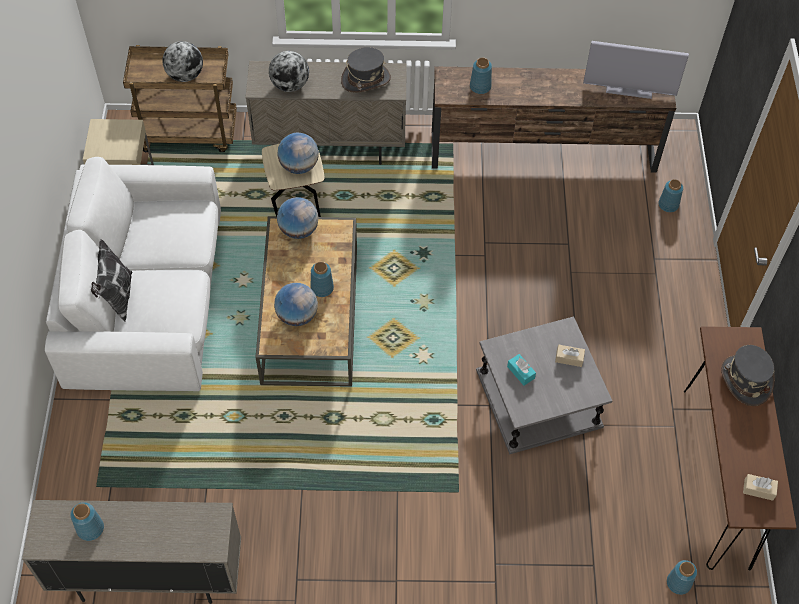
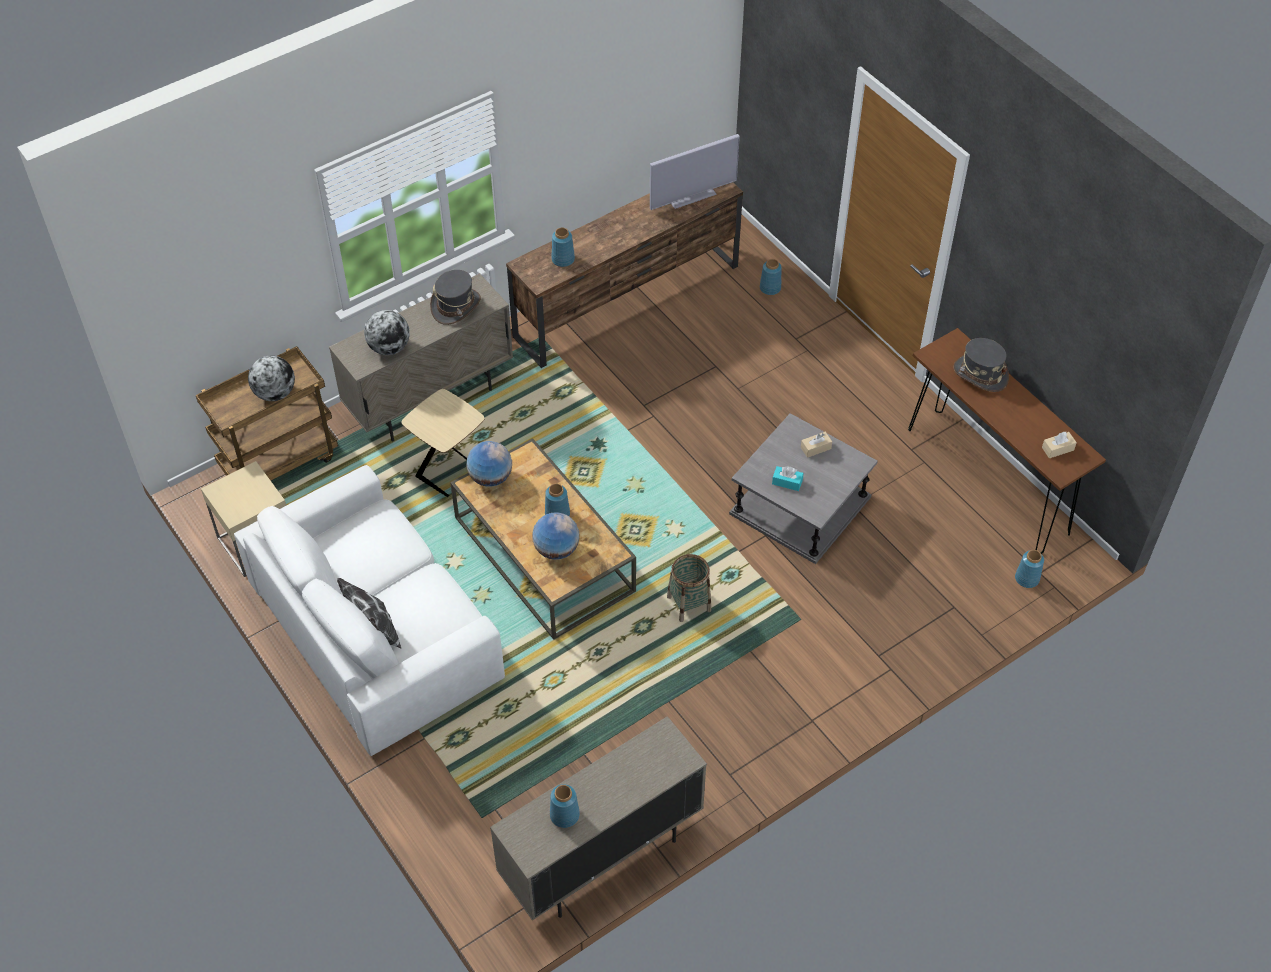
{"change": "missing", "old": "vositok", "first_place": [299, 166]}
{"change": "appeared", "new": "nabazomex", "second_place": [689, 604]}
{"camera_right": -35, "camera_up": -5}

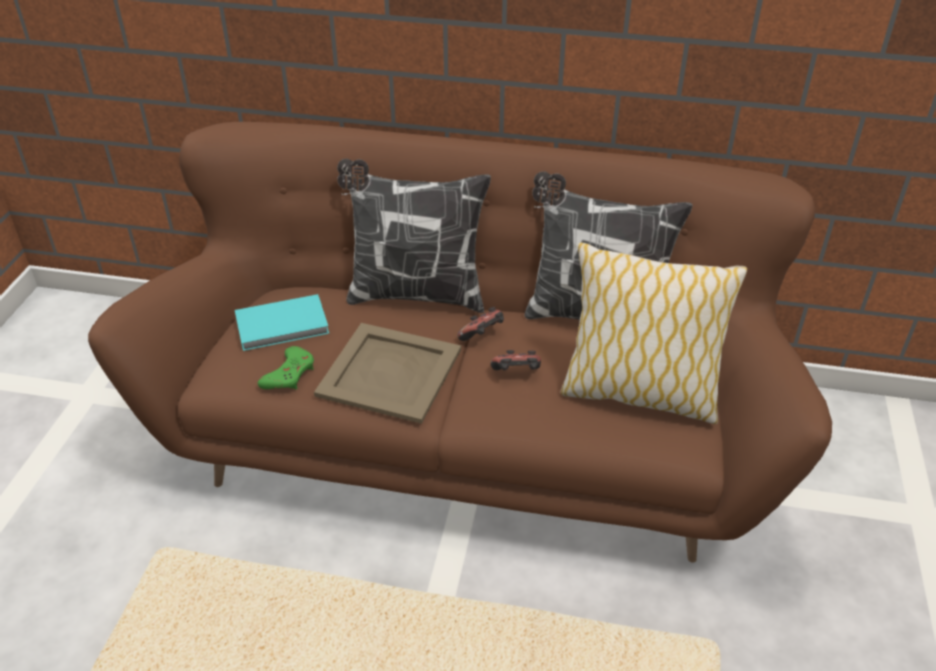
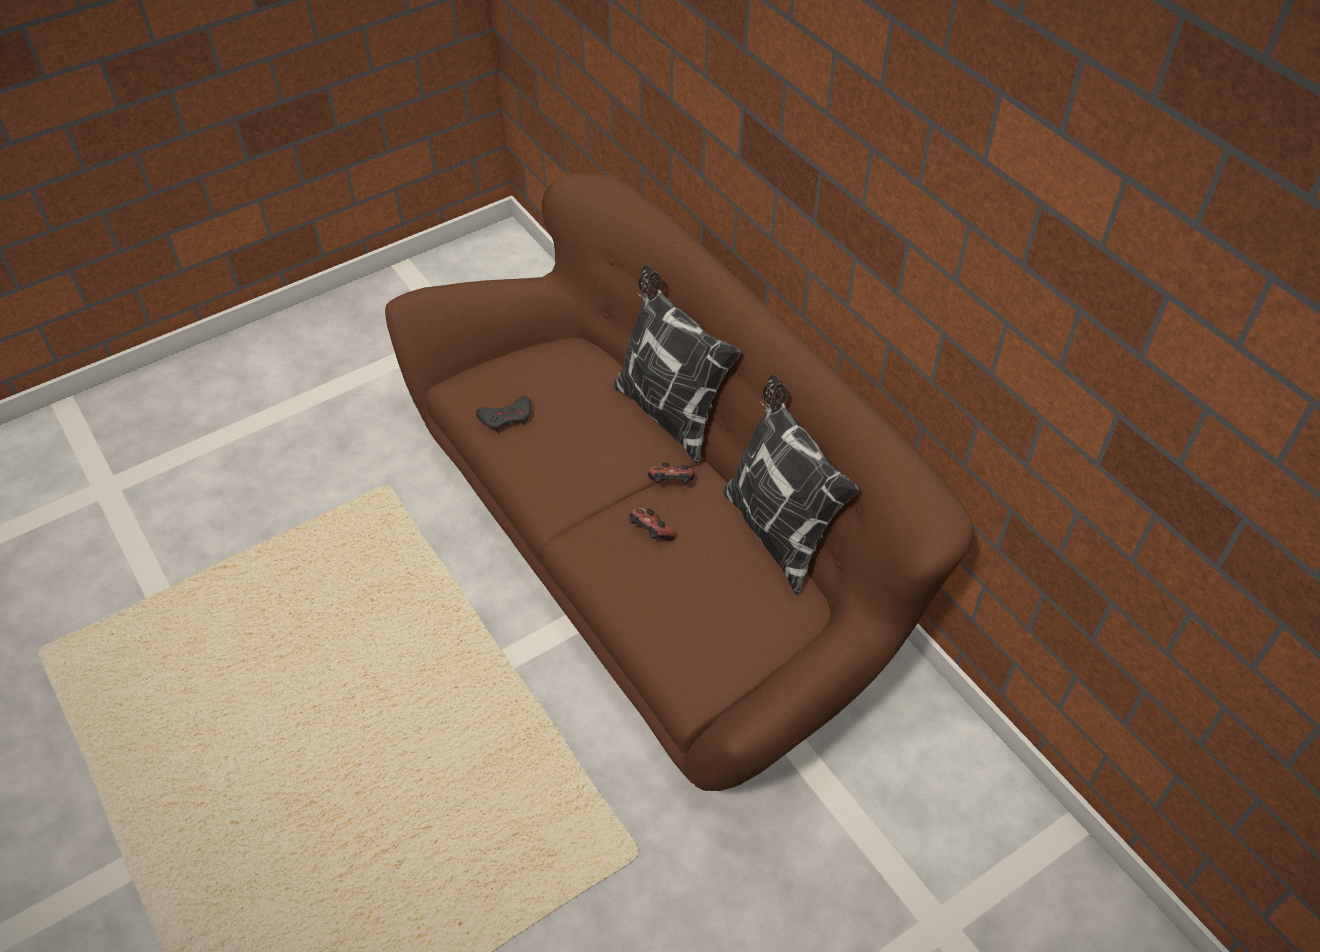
{"change": "missing", "old": "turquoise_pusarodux", "first_place": [283, 326]}
{"change": "missing", "old": "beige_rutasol", "first_place": [390, 373]}
{"change": "missing", "old": "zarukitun", "first_place": [638, 394]}
{"change": "colour", "old": "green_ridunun", "new": "grey_ridunun", "first_place": [289, 374], "second_place": [506, 418]}
{"camera_right": 45, "camera_up": 10}

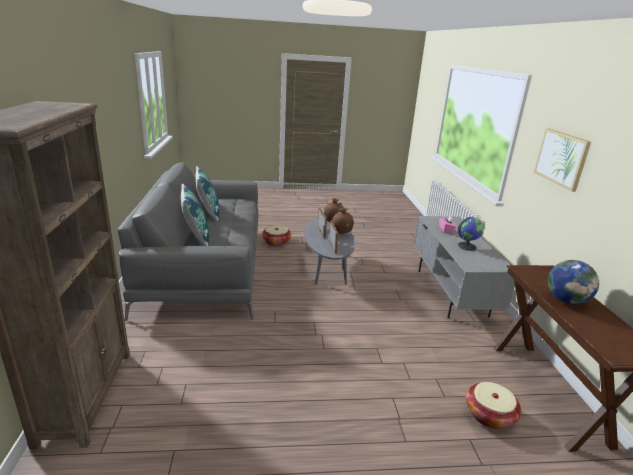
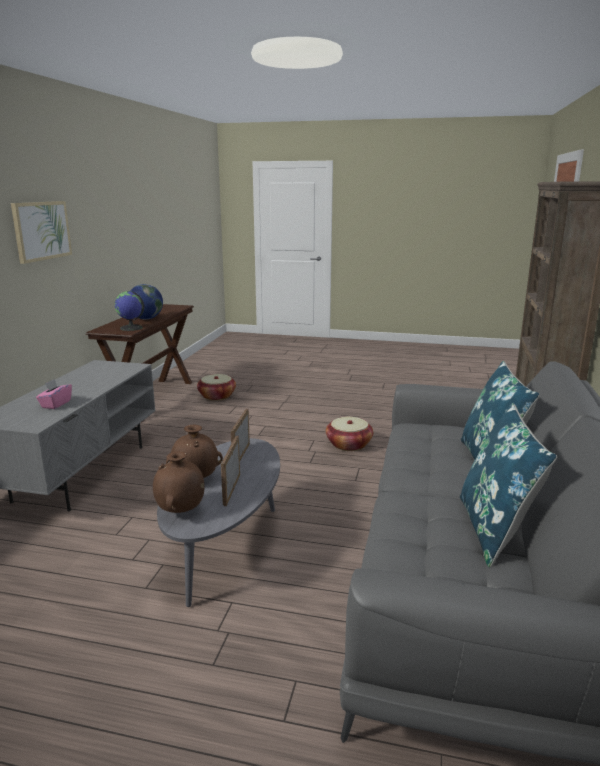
{"change": "relocated", "old": "nabazomex", "first_place": [276, 242], "second_place": [348, 444]}
{"change": "relocated", "old": "vositok", "first_place": [466, 246], "second_place": [131, 328]}
{"camera_right": -160, "camera_up": -5}

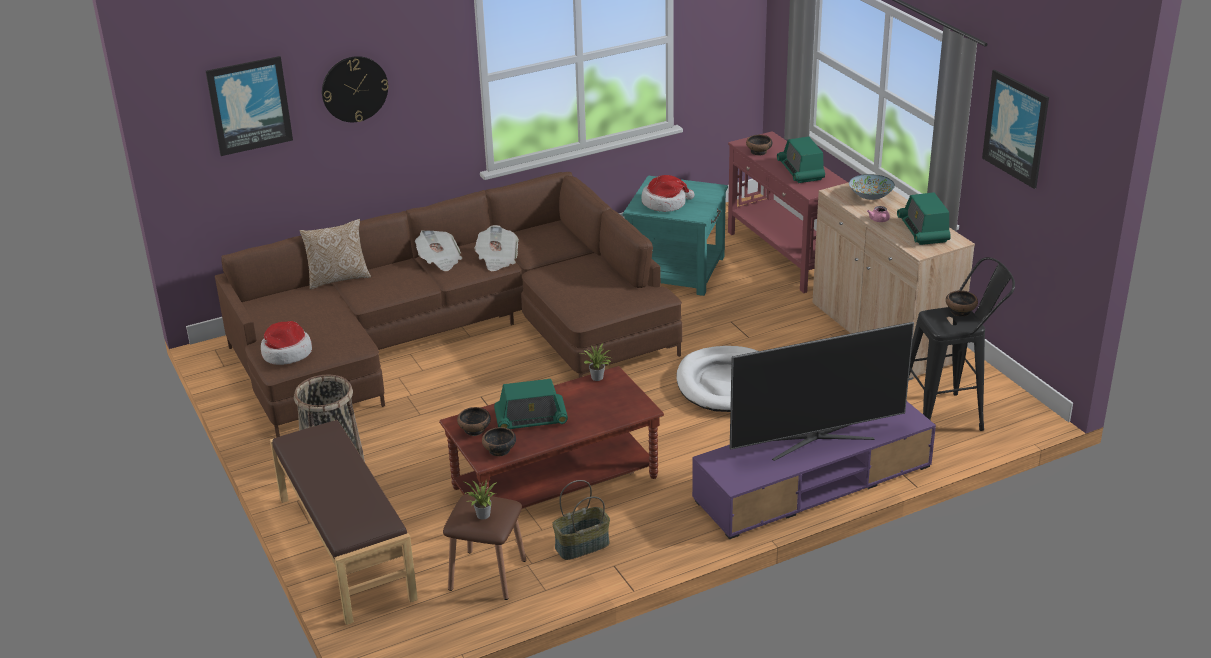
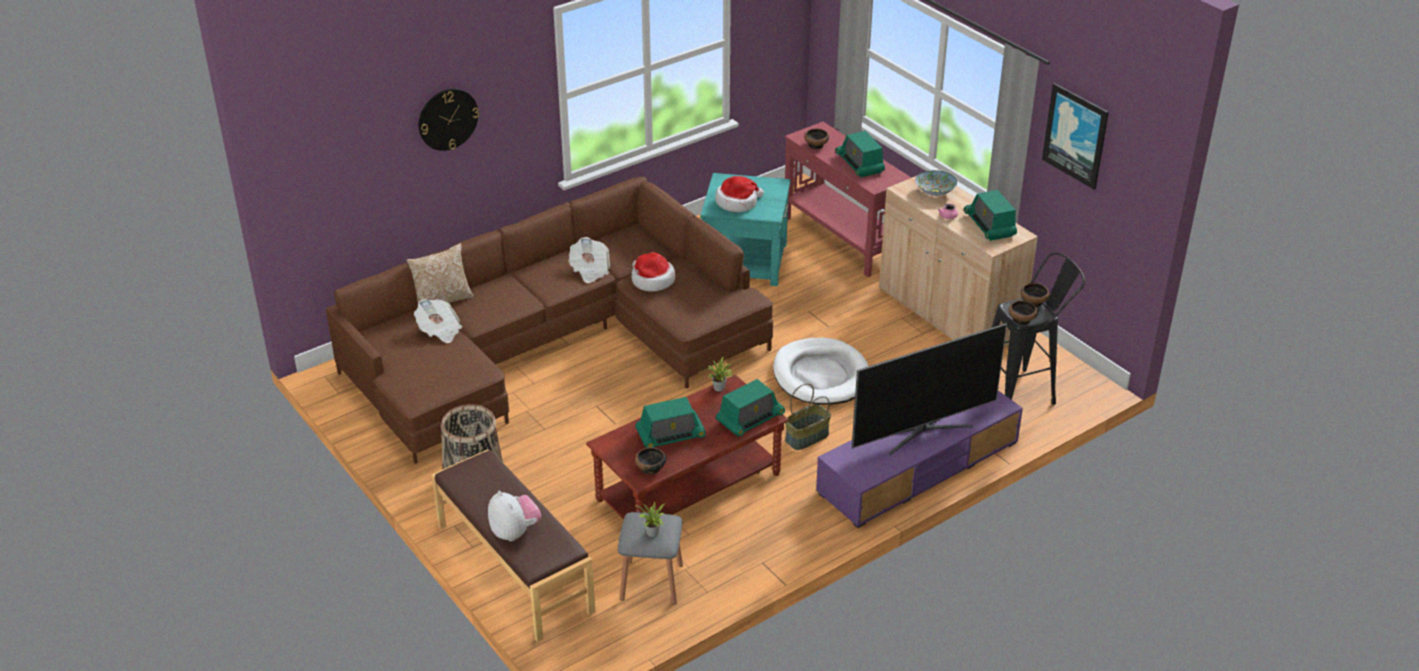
{"change": "missing", "old": "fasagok", "first_place": [249, 105]}
{"change": "appeared", "new": "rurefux", "second_place": [515, 532]}
{"change": "appeared", "new": "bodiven", "second_place": [750, 419]}
{"change": "relocated", "old": "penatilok", "first_place": [286, 353], "second_place": [652, 280]}
{"change": "relocated", "old": "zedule", "first_place": [439, 260], "second_place": [439, 330]}
{"change": "relocated", "old": "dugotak", "first_place": [475, 429], "second_place": [1022, 319]}
{"change": "relocated", "old": "nabazomex", "first_place": [582, 546], "second_place": [807, 438]}
{"change": "colour", "old": "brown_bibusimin", "new": "grey_bibusimin", "first_place": [487, 574], "second_place": [651, 582]}
{"camera_right": -10, "camera_up": 5}

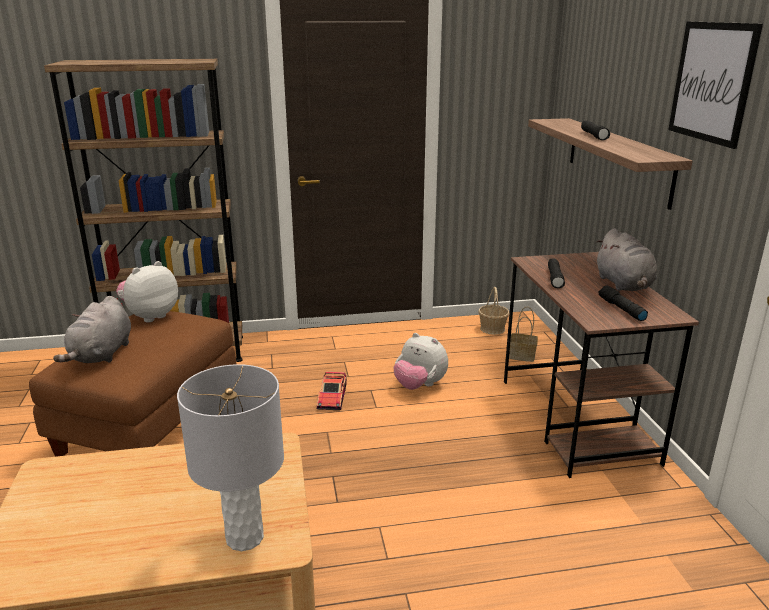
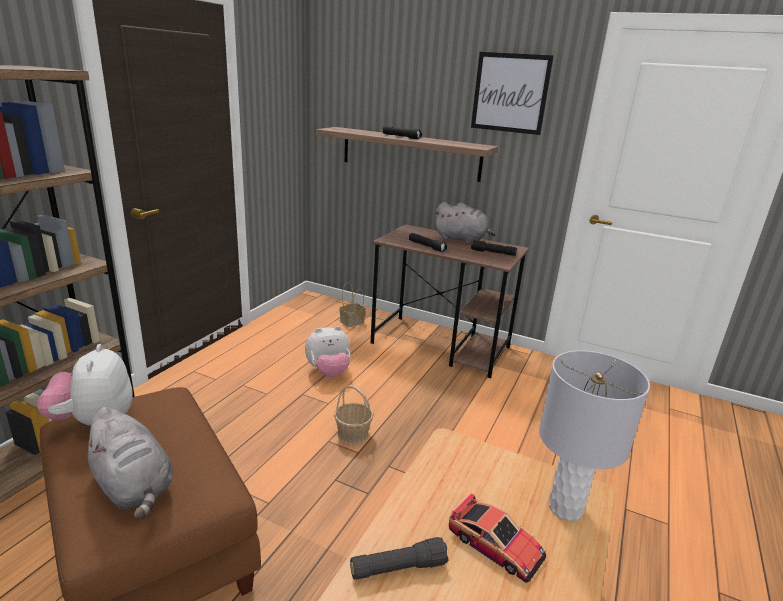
{"change": "appeared", "new": "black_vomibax", "second_place": [398, 568]}
{"change": "relocated", "old": "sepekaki", "first_place": [332, 397], "second_place": [495, 544]}
{"change": "relocated", "old": "nabazomex", "first_place": [492, 329], "second_place": [353, 434]}
{"camera_right": -55, "camera_up": 0}

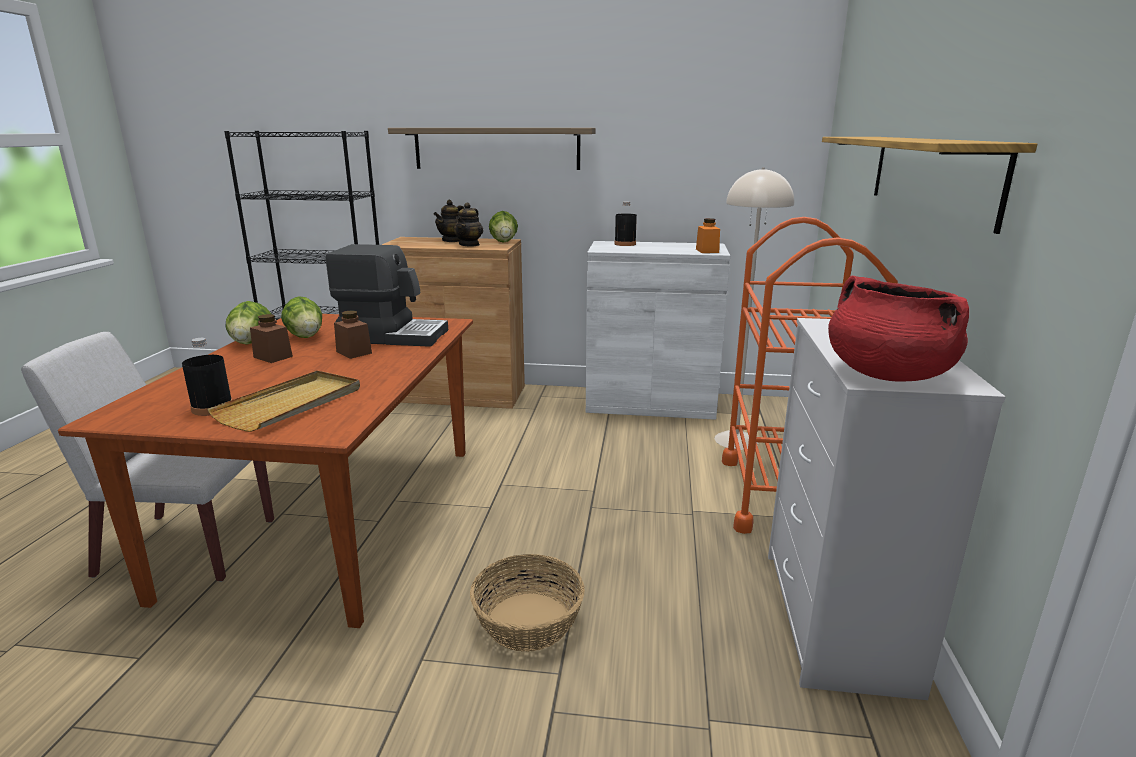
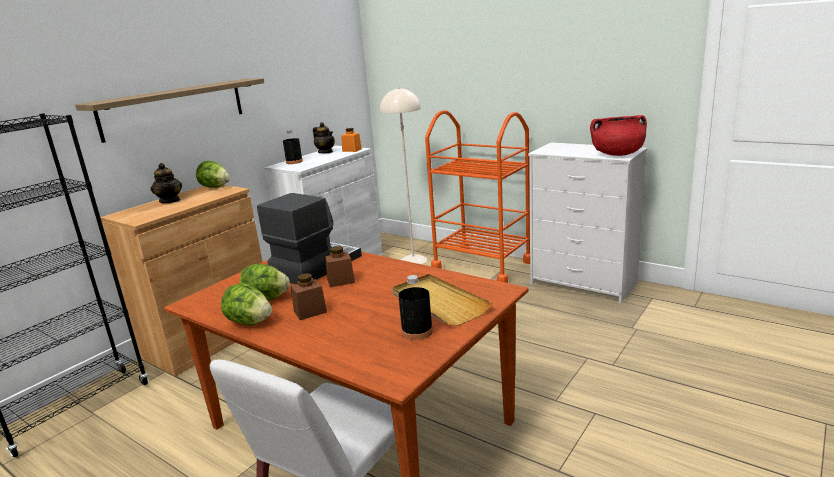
{"change": "missing", "old": "nabazomex", "first_place": [529, 621]}
{"change": "missing", "old": "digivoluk", "first_place": [930, 175]}
{"change": "relocated", "old": "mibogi", "first_place": [469, 245], "second_place": [325, 152]}
{"camera_right": -60, "camera_up": 0}

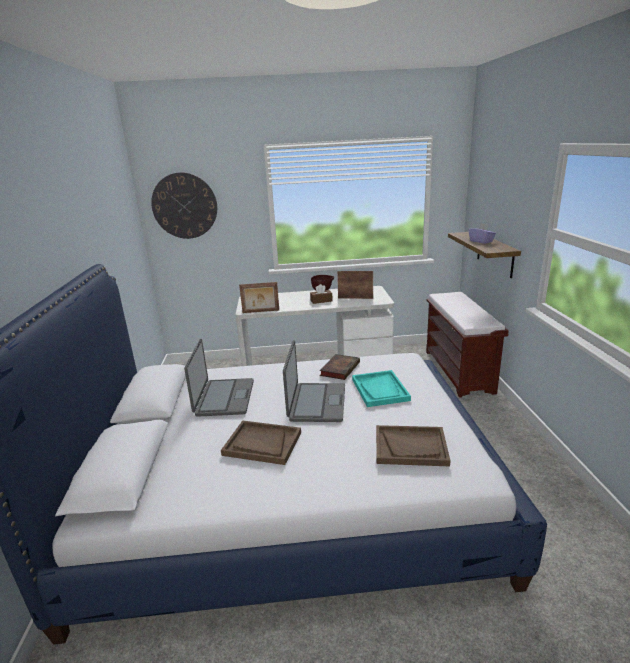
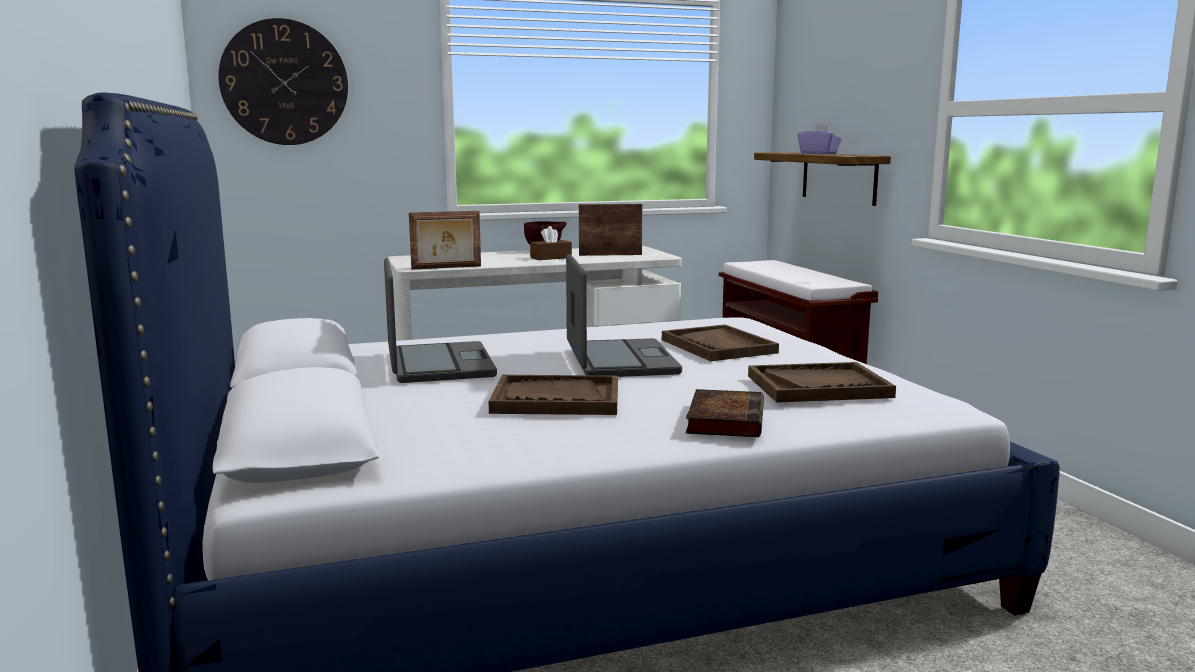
{"change": "relocated", "old": "pusarodux", "first_place": [340, 369], "second_place": [724, 419]}
{"change": "colour", "old": "turquoise_rutasol", "new": "brown_rutasol", "first_place": [380, 390], "second_place": [718, 346]}
{"camera_right": -15, "camera_up": -10}

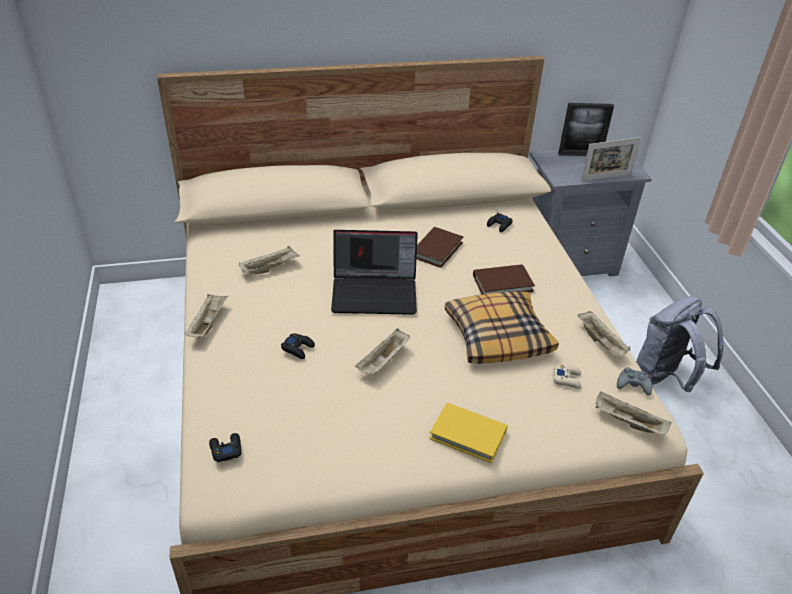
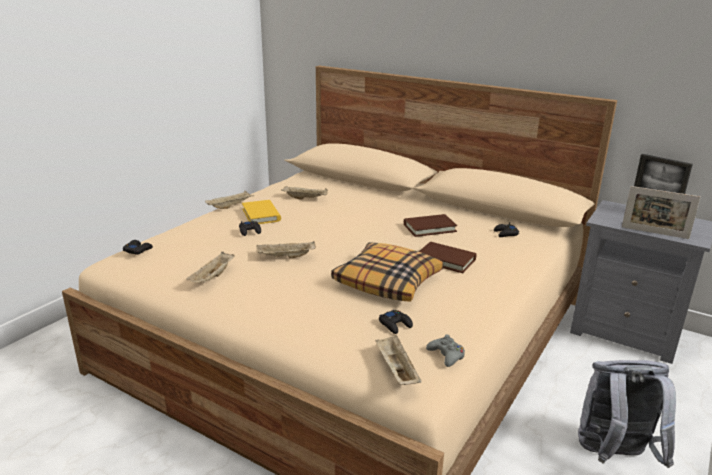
{"change": "missing", "old": "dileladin", "first_place": [375, 292]}
{"change": "relocated", "old": "yellow_pusarodux", "first_place": [468, 434], "second_place": [261, 215]}
{"change": "relocated", "old": "beige_rutasol", "first_place": [601, 342], "second_place": [213, 278]}
{"change": "colour", "old": "beige_ridunun", "new": "black_ridunun", "first_place": [567, 379], "second_place": [395, 325]}
{"camera_right": 45, "camera_up": -15}

